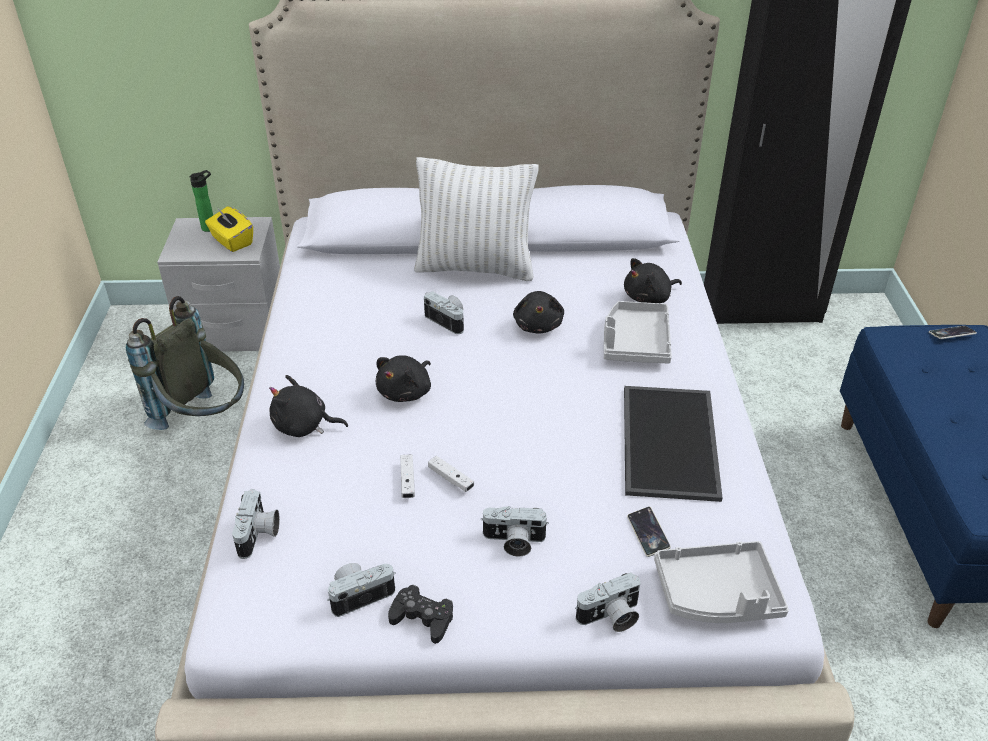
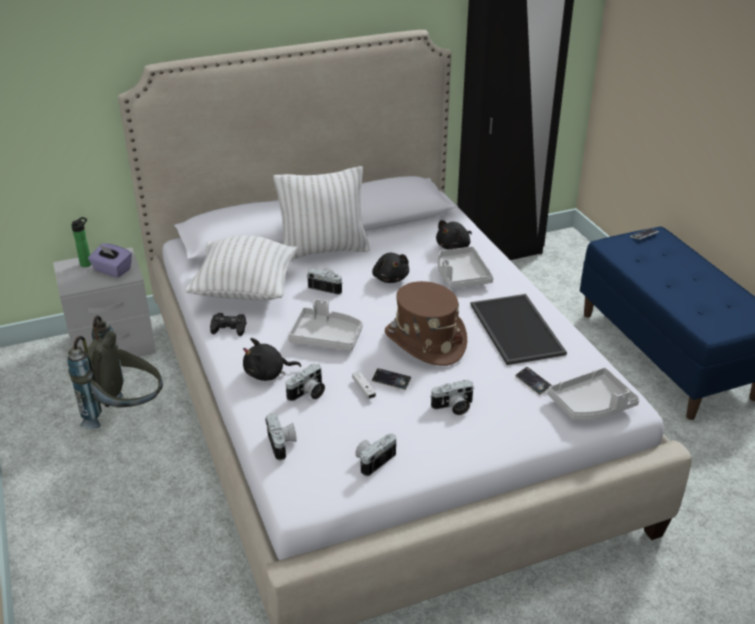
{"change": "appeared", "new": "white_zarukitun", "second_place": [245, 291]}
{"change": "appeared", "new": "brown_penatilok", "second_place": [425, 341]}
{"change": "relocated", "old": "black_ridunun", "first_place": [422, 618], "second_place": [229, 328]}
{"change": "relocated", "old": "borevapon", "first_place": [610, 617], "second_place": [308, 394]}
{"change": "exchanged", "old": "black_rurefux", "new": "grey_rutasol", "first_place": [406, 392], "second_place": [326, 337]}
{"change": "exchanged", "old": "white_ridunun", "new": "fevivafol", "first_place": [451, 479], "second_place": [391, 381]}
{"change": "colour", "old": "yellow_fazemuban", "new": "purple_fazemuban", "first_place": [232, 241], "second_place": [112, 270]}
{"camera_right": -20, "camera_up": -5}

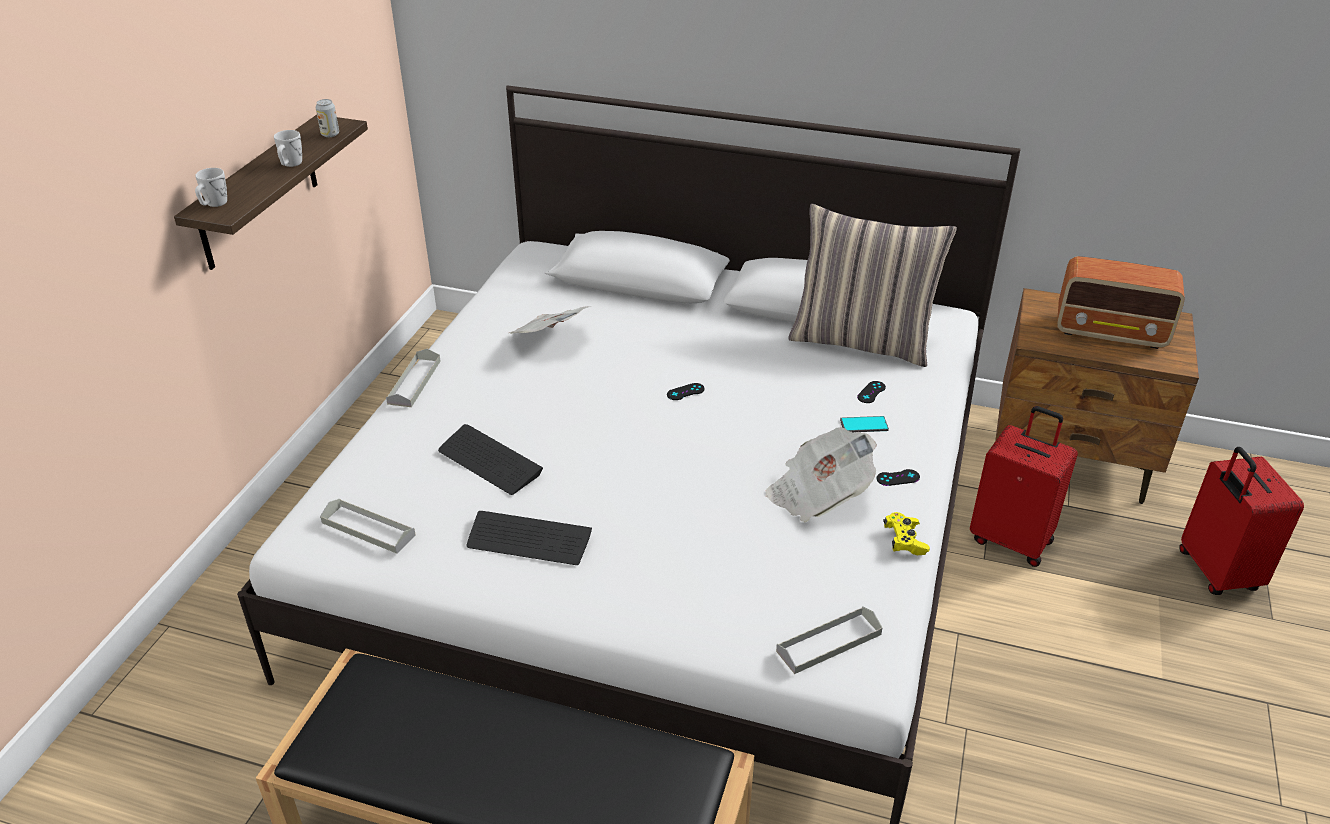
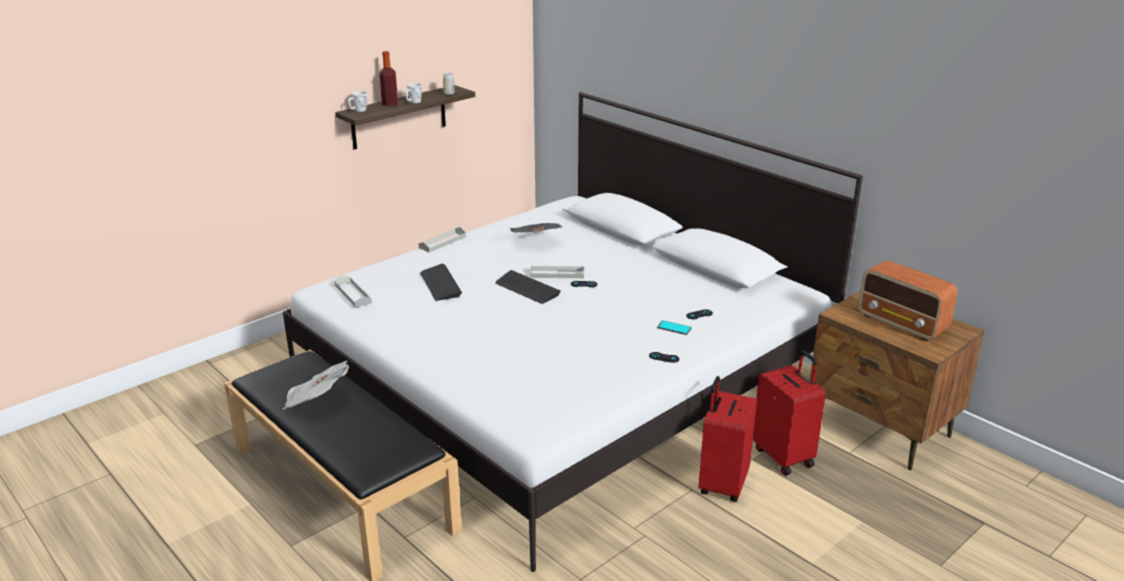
{"change": "missing", "old": "zarukitun", "first_place": [862, 341]}
{"change": "missing", "old": "yellow_ridunun", "first_place": [904, 541]}
{"change": "appeared", "new": "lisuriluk", "second_place": [390, 104]}
{"change": "relocated", "old": "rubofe", "first_place": [529, 540], "second_place": [527, 288]}
{"change": "relocated", "old": "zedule", "first_place": [818, 495], "second_place": [317, 401]}
{"change": "relocated", "old": "grey_rutasol", "first_place": [829, 643], "second_place": [557, 274]}
{"change": "relocated", "old": "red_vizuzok", "first_place": [1215, 572], "second_place": [722, 484]}
{"camera_right": 30, "camera_up": -10}

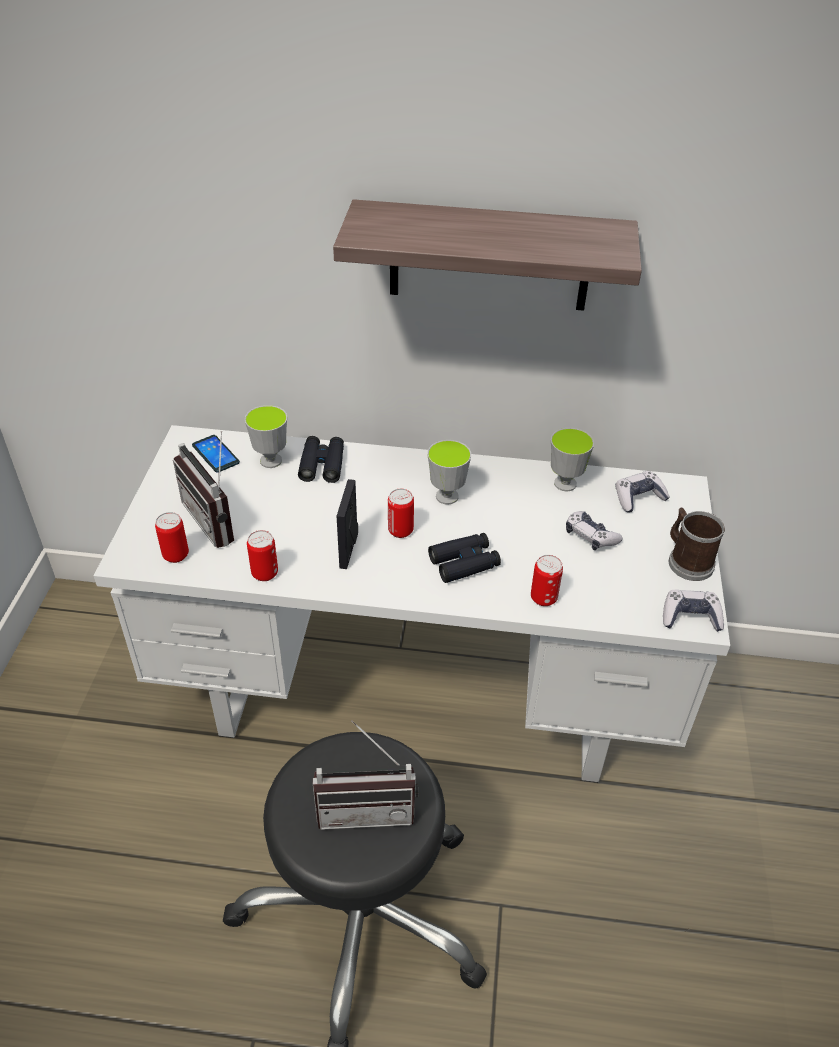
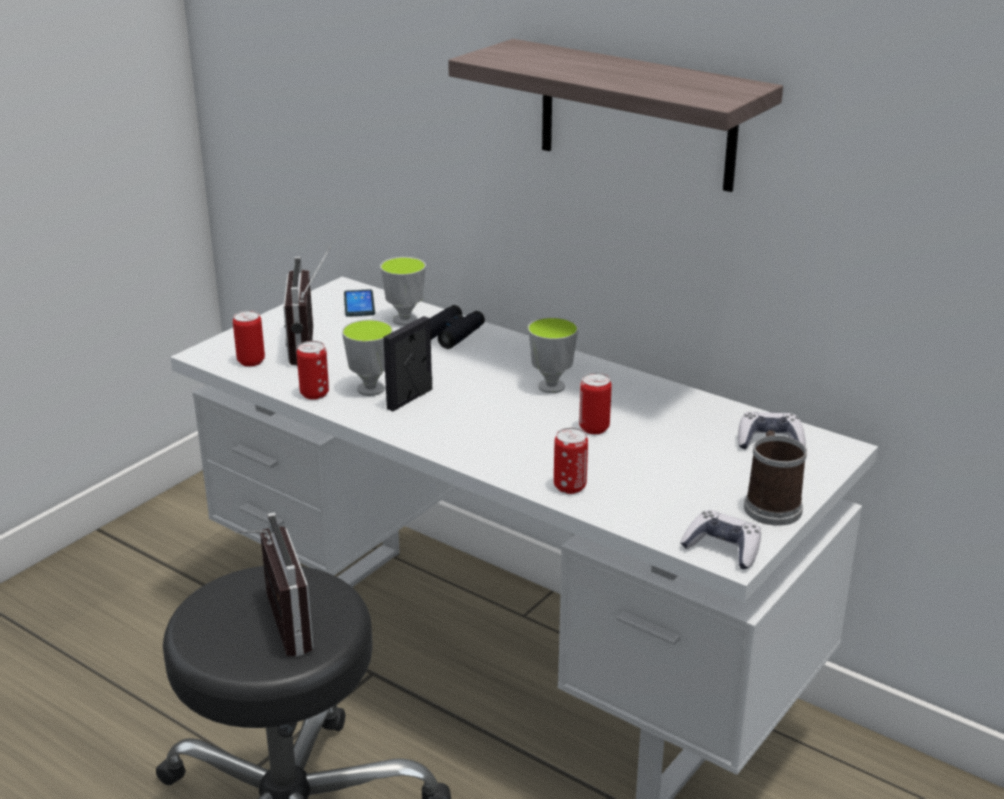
{"change": "missing", "old": "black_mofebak", "first_place": [464, 563]}
{"change": "missing", "old": "ridunun", "first_place": [590, 536]}
{"change": "relocated", "old": "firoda", "first_place": [400, 531], "second_place": [594, 428]}
{"change": "relocated", "old": "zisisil", "first_place": [565, 484], "second_place": [370, 389]}
{"change": "spun", "old": "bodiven", "first_place": [367, 807], "second_place": [275, 625], "degrees": -135}
{"camera_right": 30, "camera_up": -15}

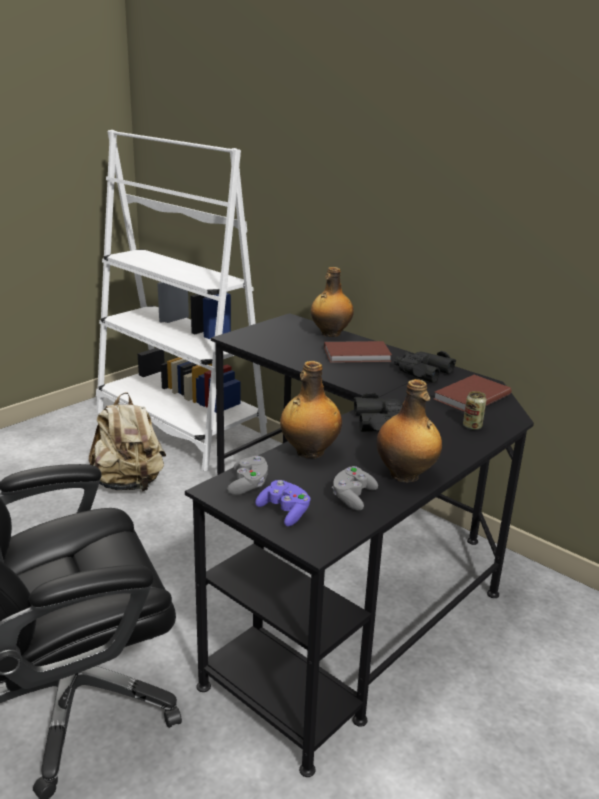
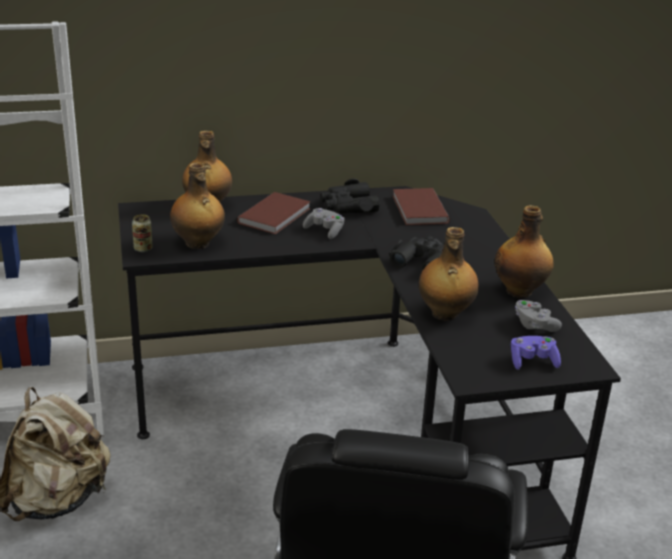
{"change": "appeared", "new": "lisuriluk", "second_place": [198, 243]}
{"change": "relocated", "old": "grey_ridunun", "first_place": [248, 485], "second_place": [325, 231]}
{"change": "relocated", "old": "firoda", "first_place": [472, 426], "second_place": [143, 249]}
{"camera_right": -55, "camera_up": 5}

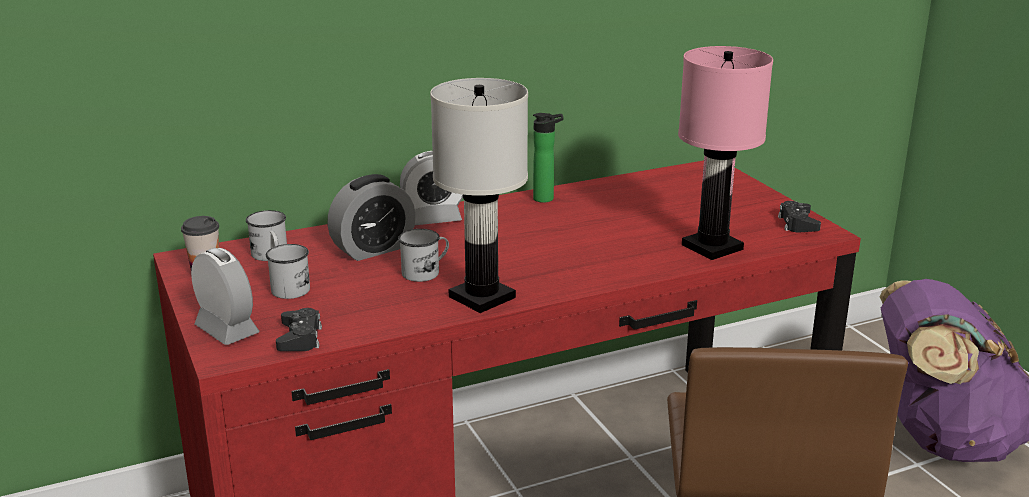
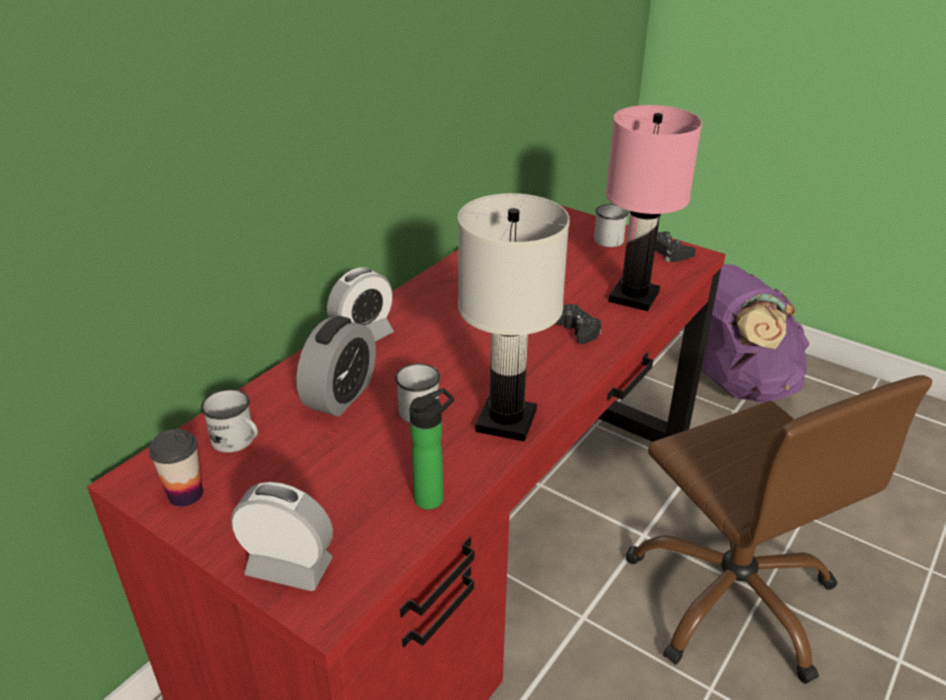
{"change": "relocated", "old": "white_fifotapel", "first_place": [293, 287], "second_place": [606, 238]}
{"change": "relocated", "old": "black_ridunun", "first_place": [300, 338], "second_place": [575, 330]}
{"change": "relocated", "old": "lisuriluk", "first_place": [546, 198], "second_place": [433, 497]}
{"camera_right": -30, "camera_up": 10}

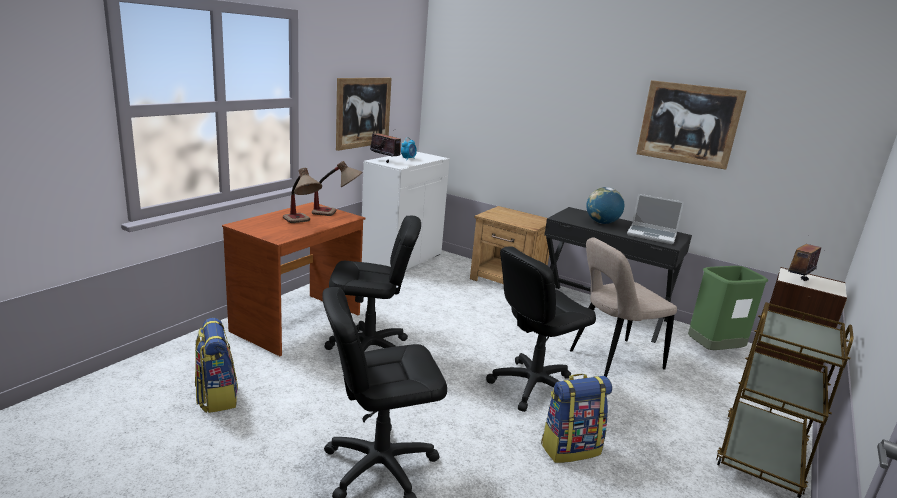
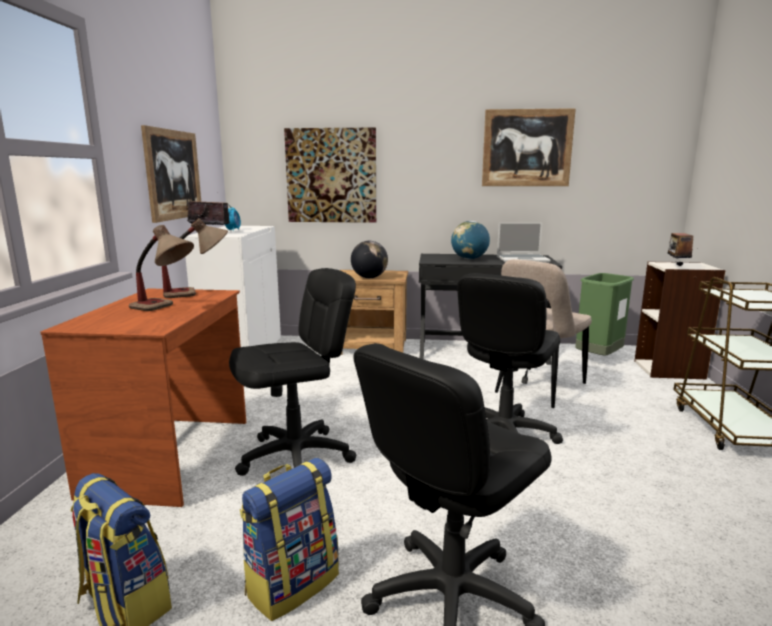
{"change": "appeared", "new": "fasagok", "second_place": [331, 176]}
{"change": "appeared", "new": "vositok", "second_place": [369, 278]}
{"change": "relocated", "old": "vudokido", "first_place": [570, 448], "second_place": [292, 583]}
{"camera_right": -25, "camera_up": -5}

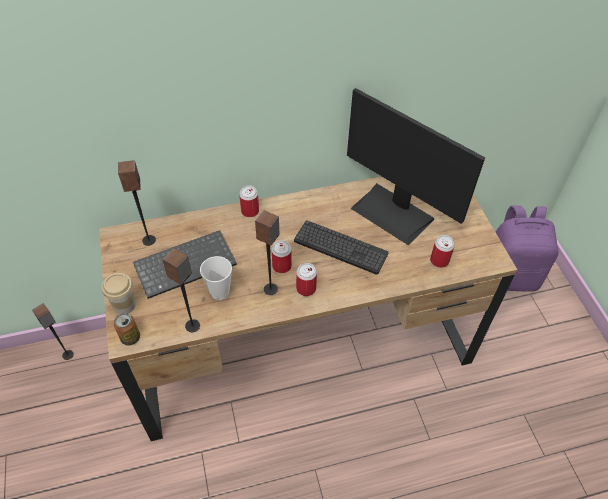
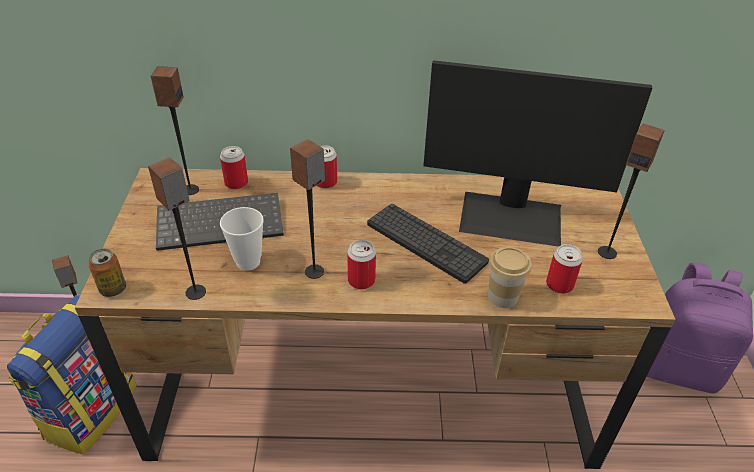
{"change": "appeared", "new": "vudokido", "second_place": [90, 410]}
{"change": "appeared", "new": "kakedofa", "second_place": [607, 252]}
{"change": "relocated", "old": "zisisil", "first_place": [124, 305], "second_place": [502, 296]}
{"change": "relocated", "old": "firoda", "first_place": [282, 266], "second_place": [236, 183]}
{"change": "spun", "old": "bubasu", "first_place": [393, 213], "second_place": [511, 217], "degrees": -45}
{"camera_right": 15, "camera_up": -10}

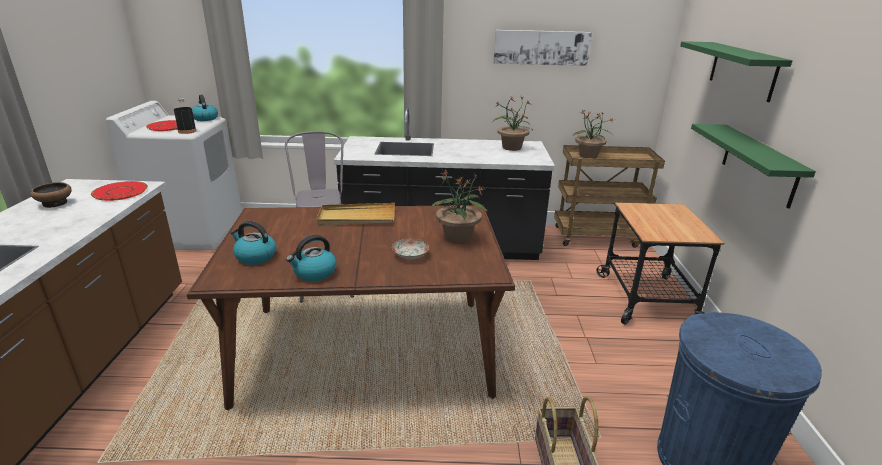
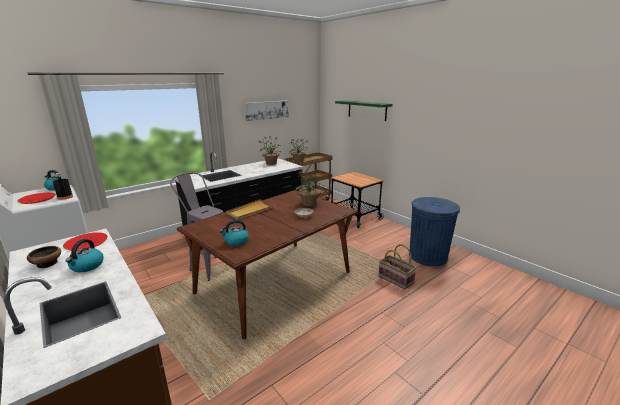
{"change": "missing", "old": "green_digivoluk", "first_place": [758, 164]}
{"change": "relocated", "old": "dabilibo", "first_place": [314, 273], "second_place": [87, 266]}
{"camera_right": -40, "camera_up": -5}

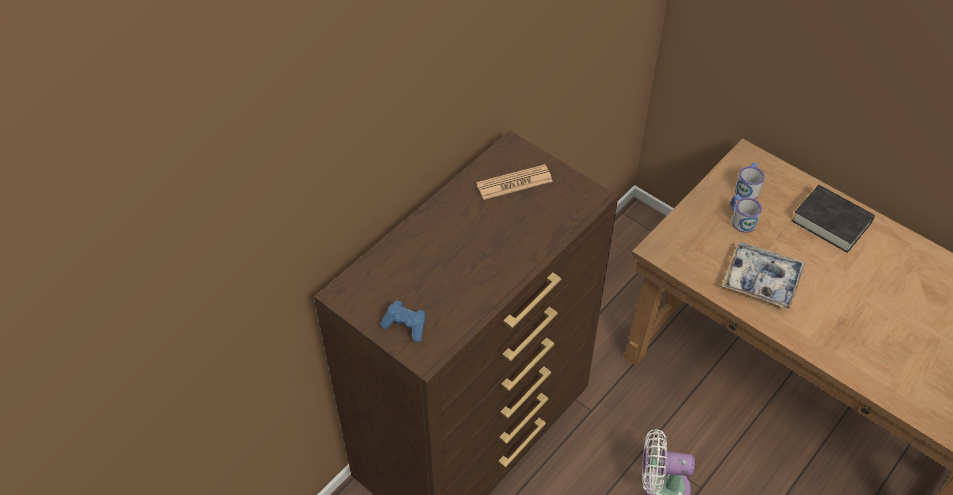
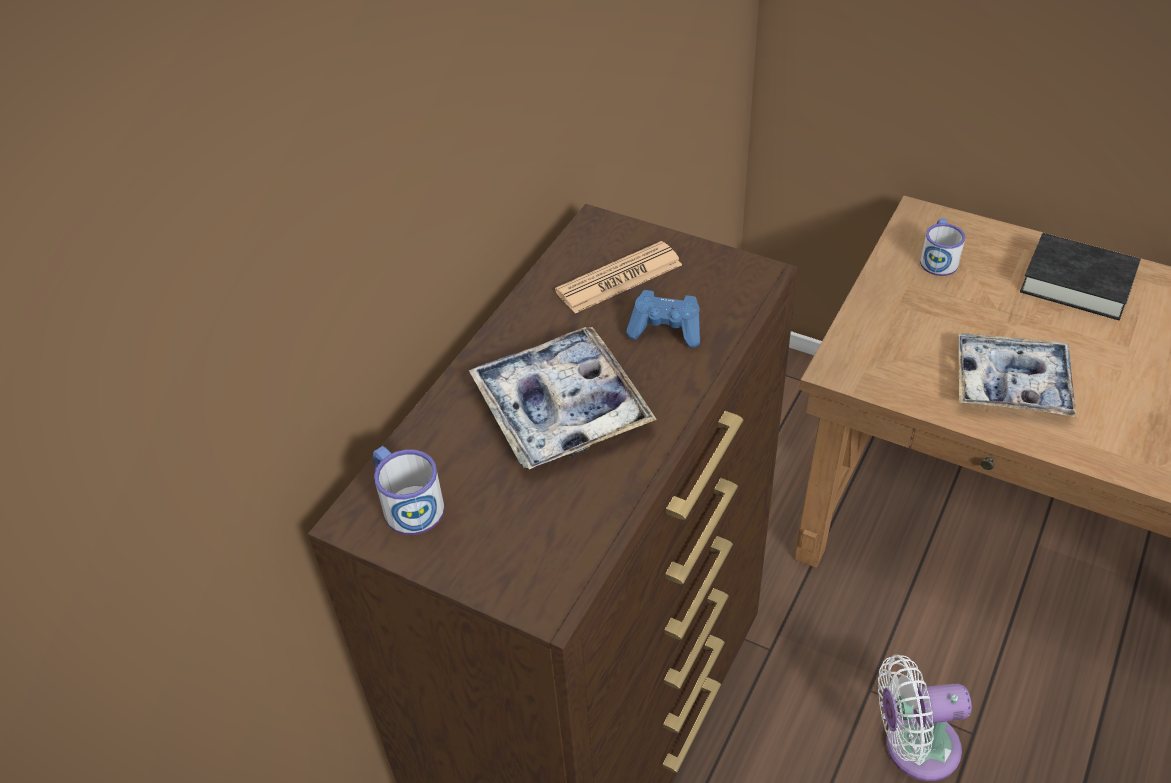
{"change": "appeared", "new": "rutasol", "second_place": [561, 408]}
{"change": "relocated", "old": "blue_ridunun", "first_place": [406, 326], "second_place": [666, 330]}
{"change": "relocated", "old": "fifotapel", "first_place": [741, 219], "second_place": [407, 503]}
{"camera_right": -10, "camera_up": -5}

